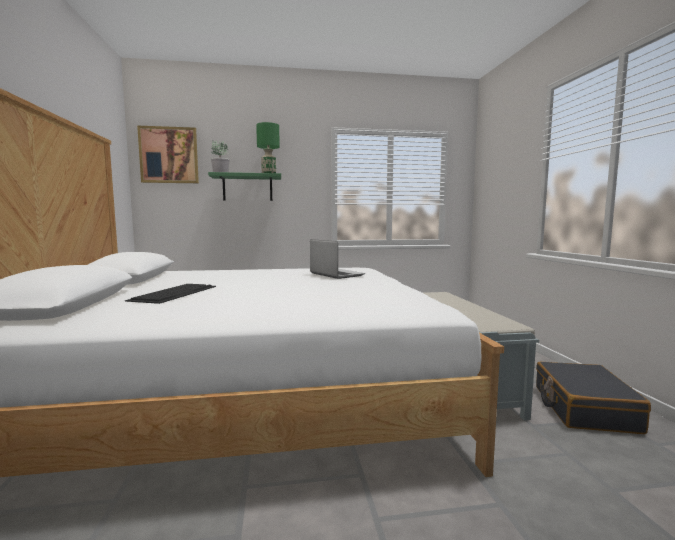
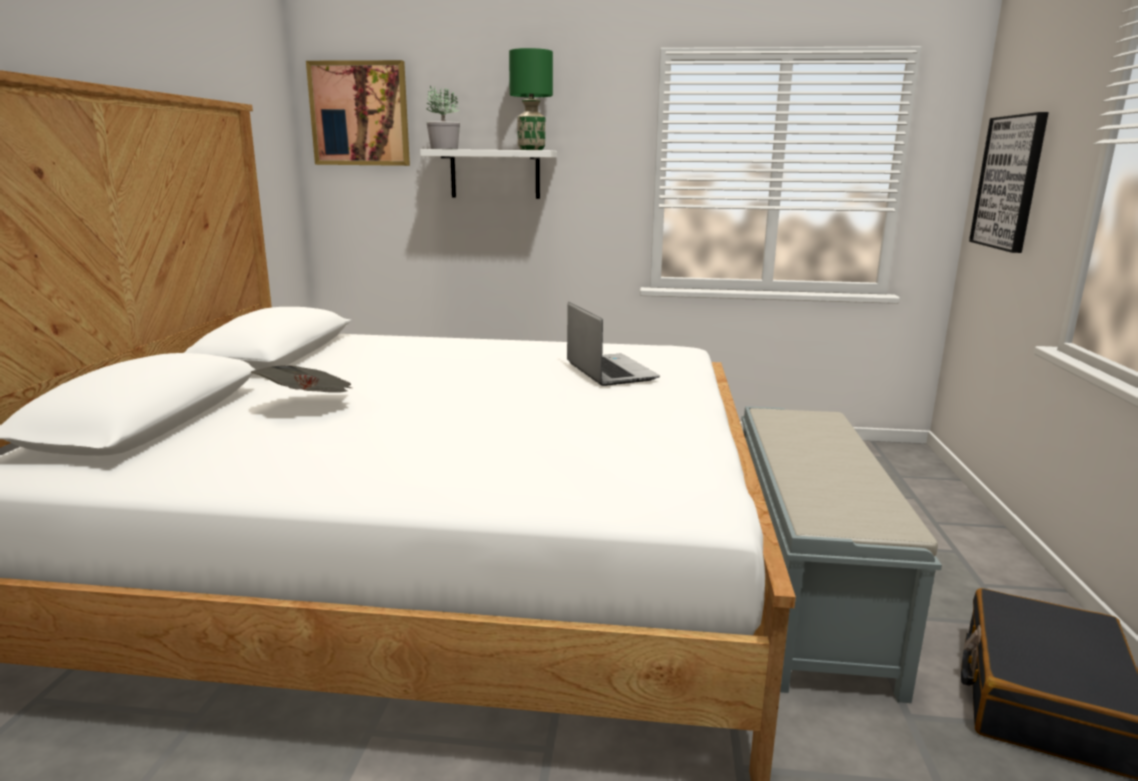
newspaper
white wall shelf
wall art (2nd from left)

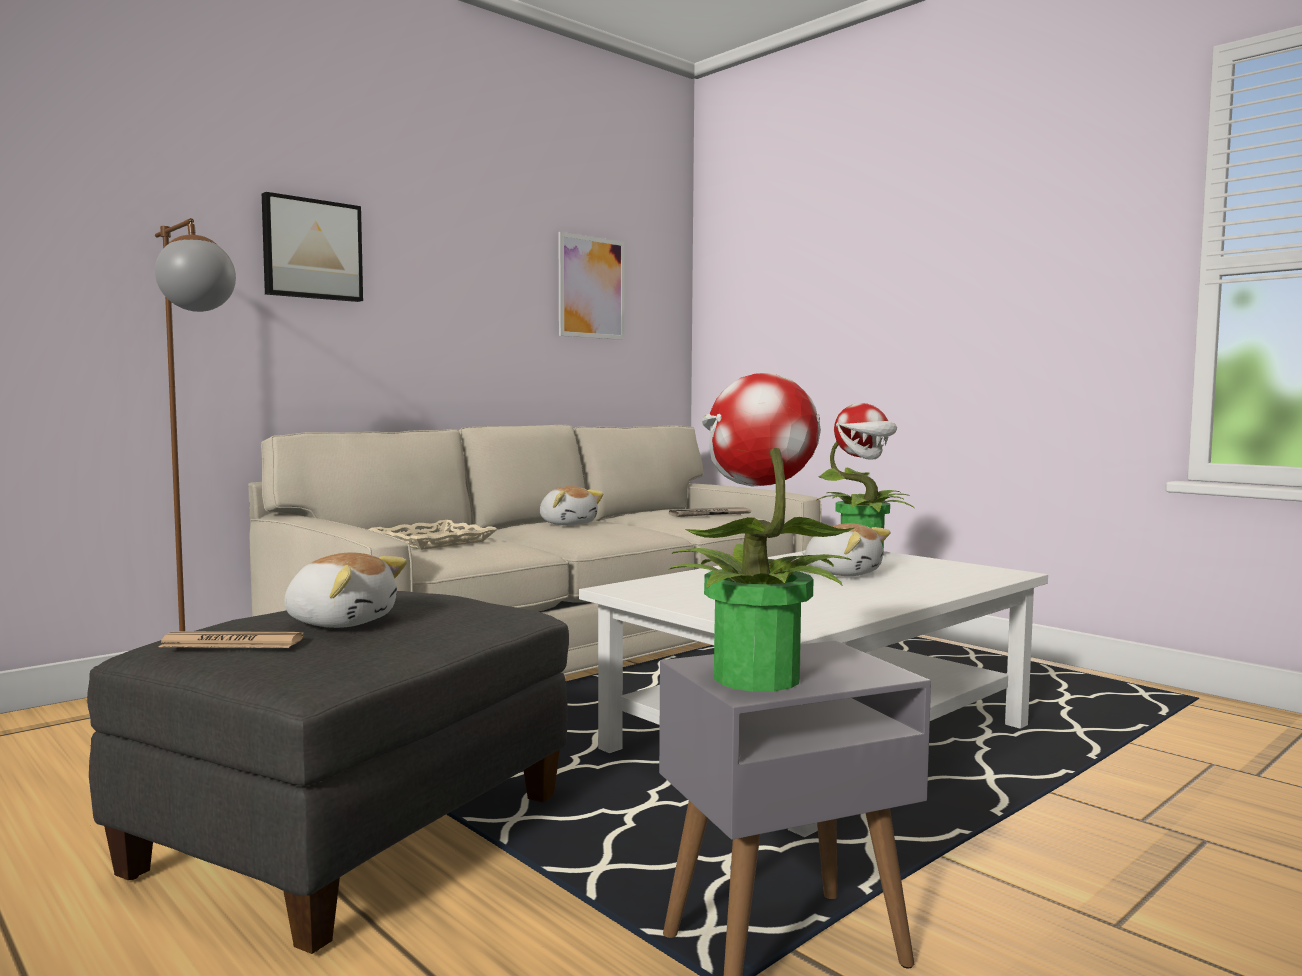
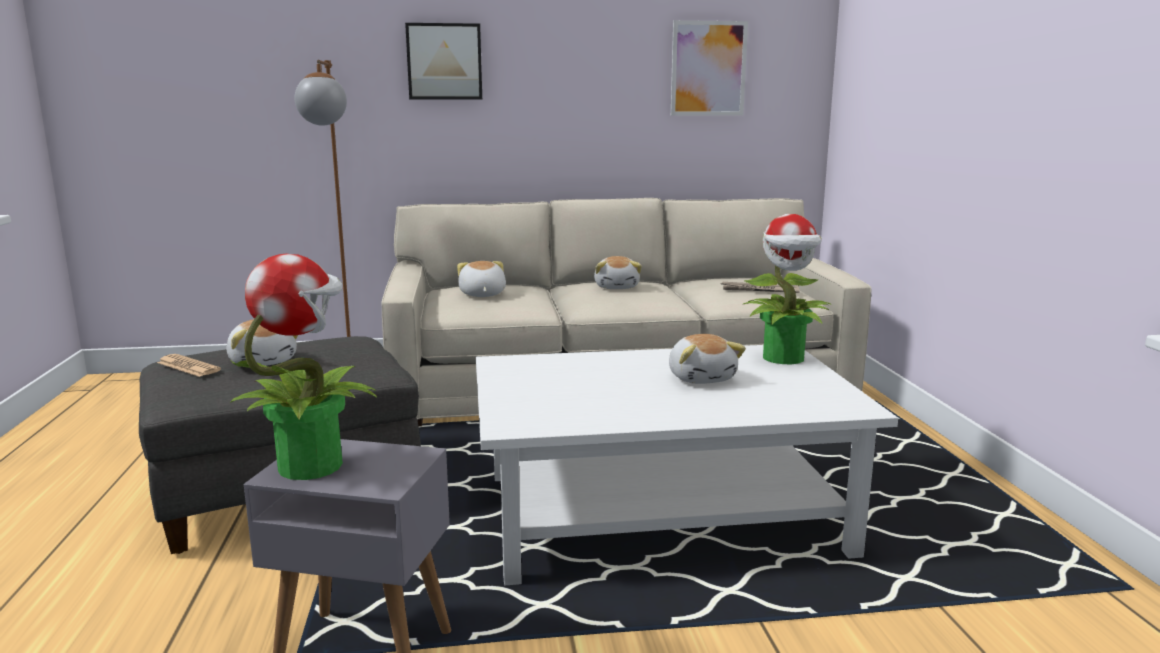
soft toy (2nd from left)

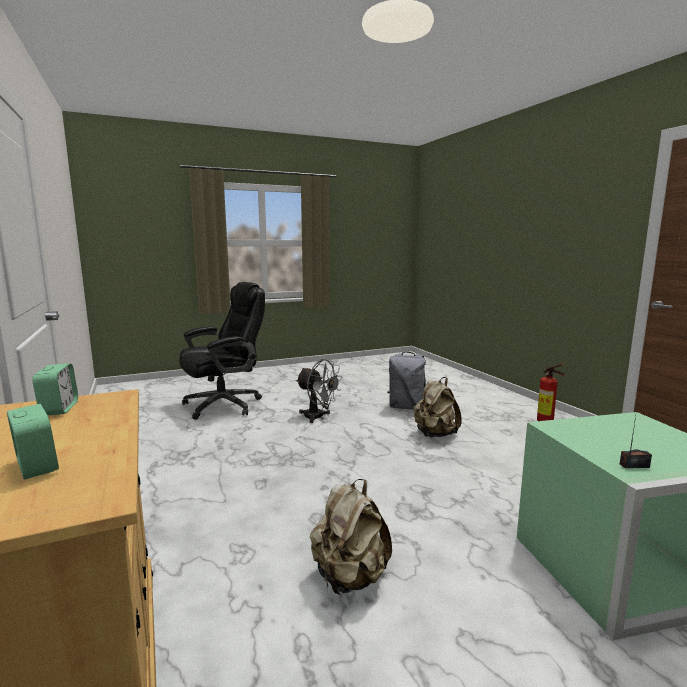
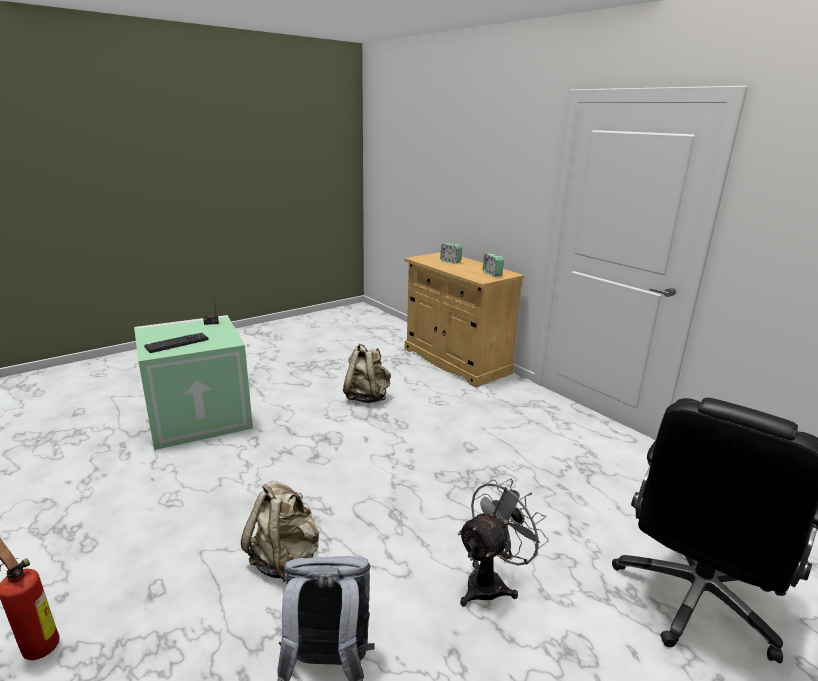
keyboard
gray electric fan

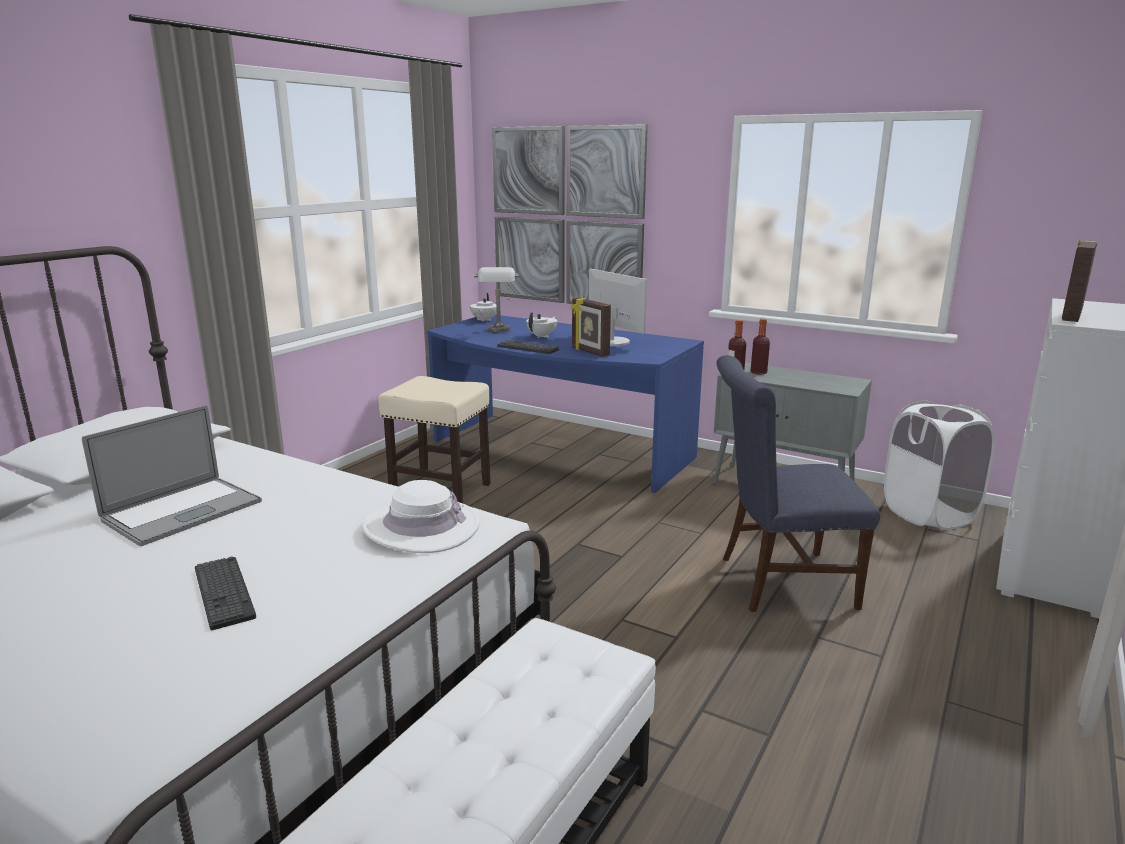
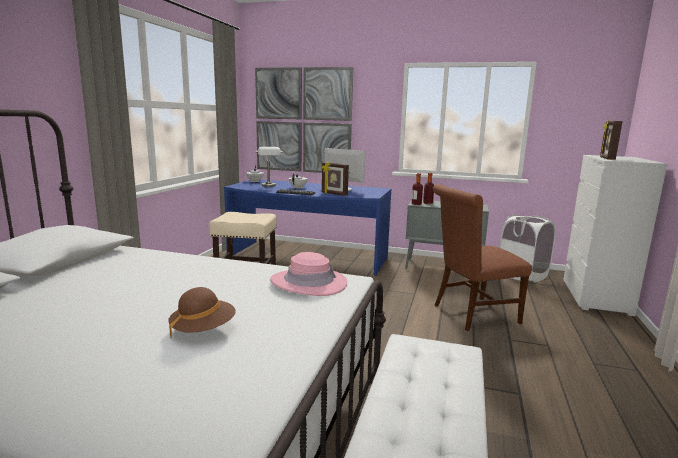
brownish clothing hat
pinkish clothing hat
brownish upright chair
laptop

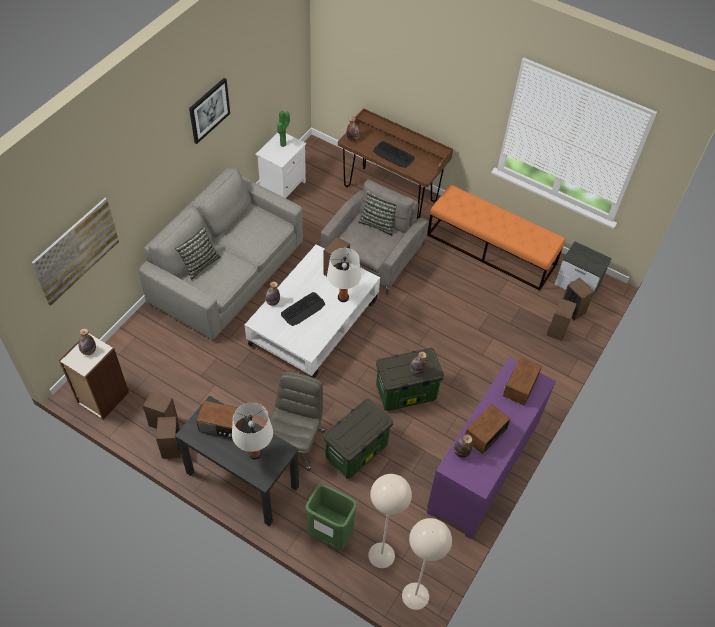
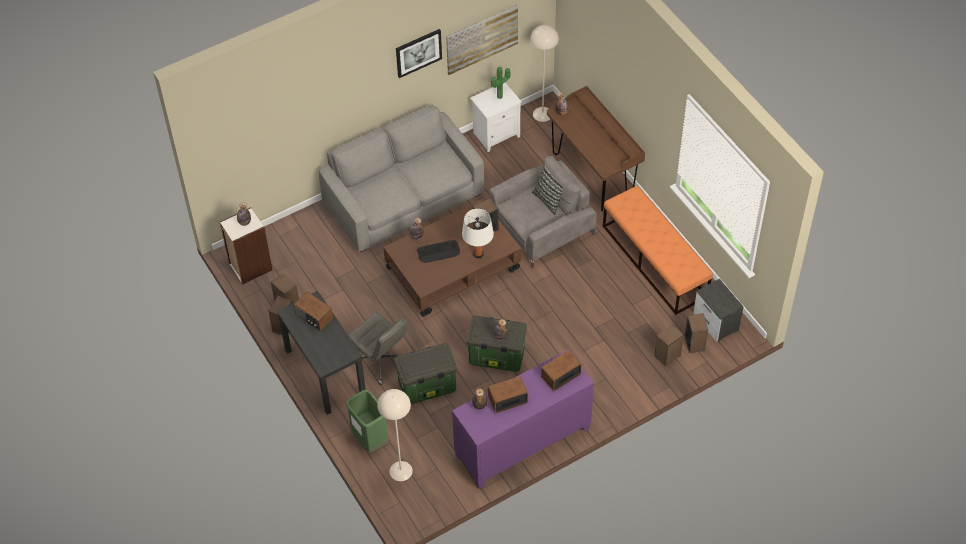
gray computer chair
brownish low table
wall art (2nd from left)
beige standing lamp (2nd from left)
cushion (1st from left in the first image)
white tabletop lamp (1st from left in the first image)
keyboard (2nd from left in the first image)

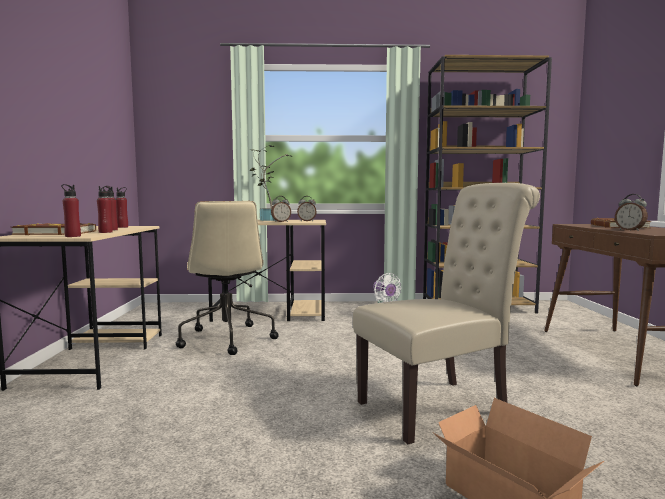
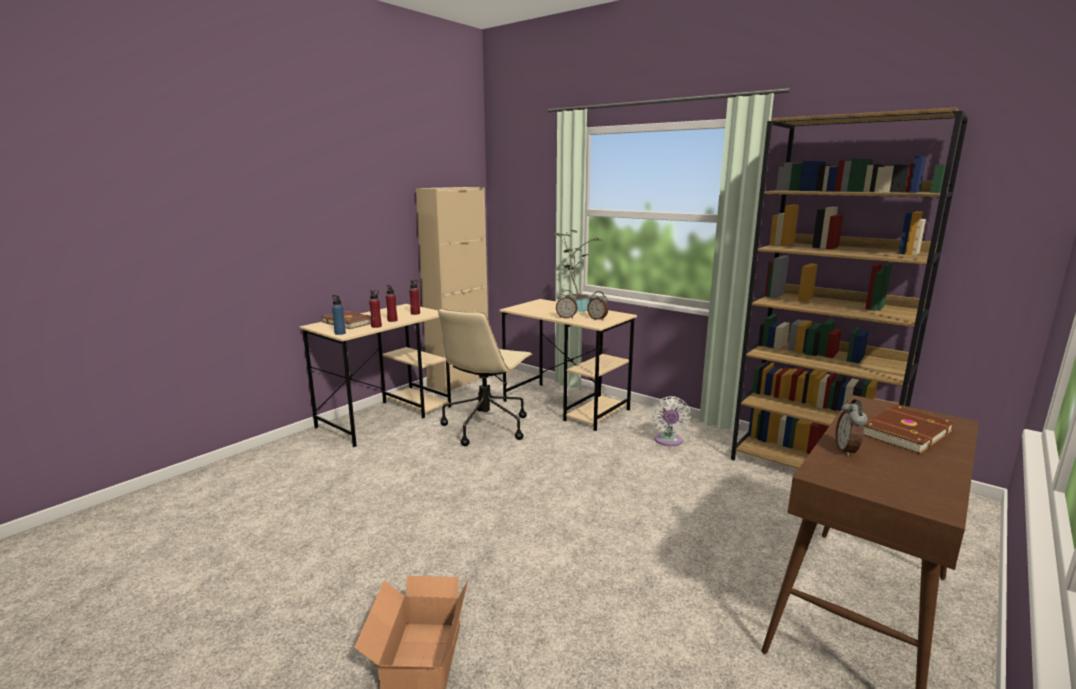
blue-coloured bottle
beige cupboard
beige upright chair

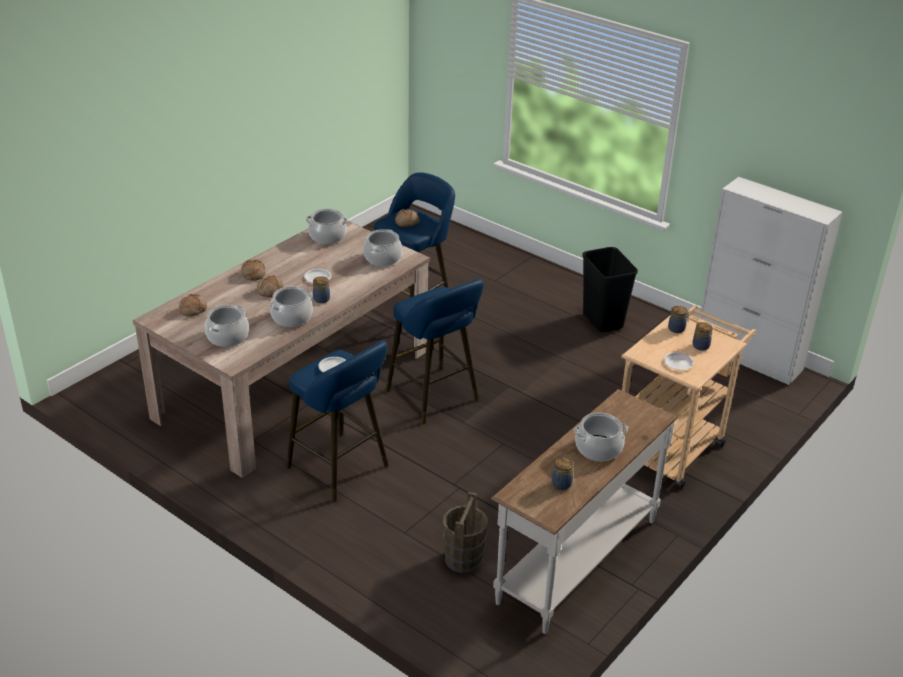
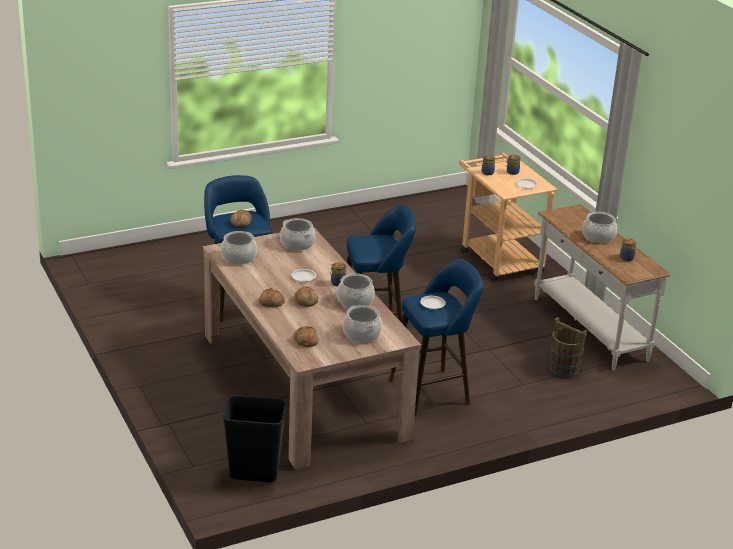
blackish trash can
white cupboard

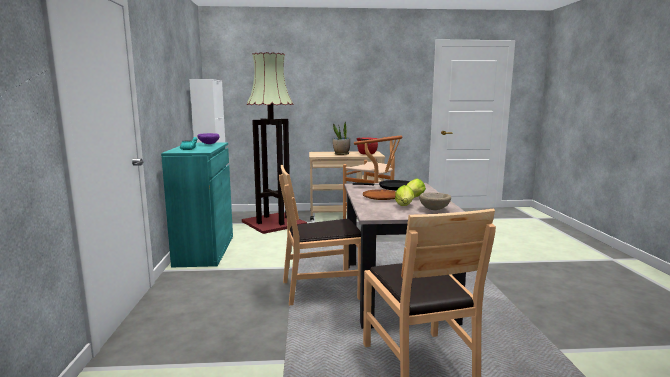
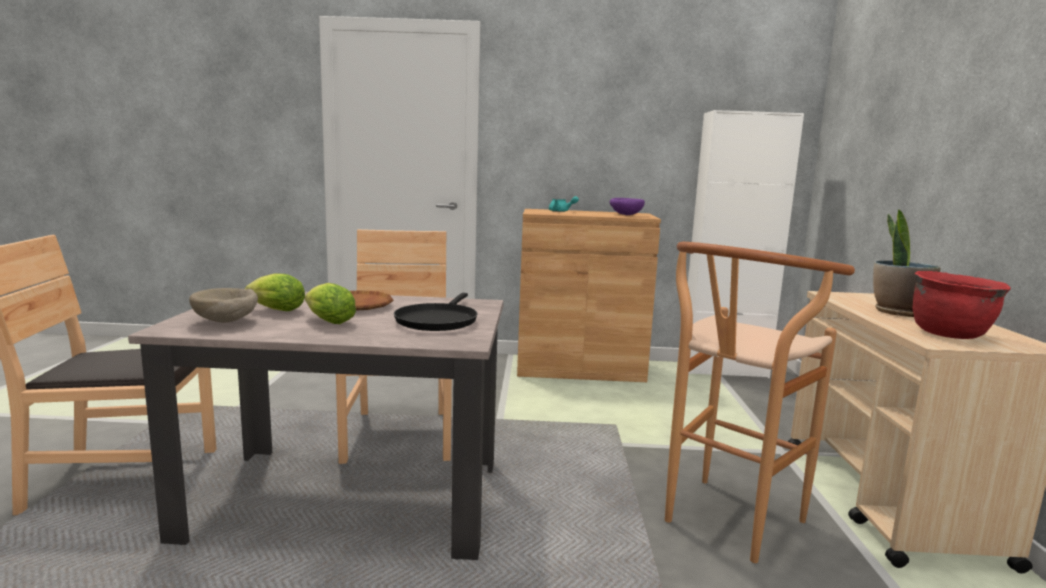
brownish cupboard
standing lamp

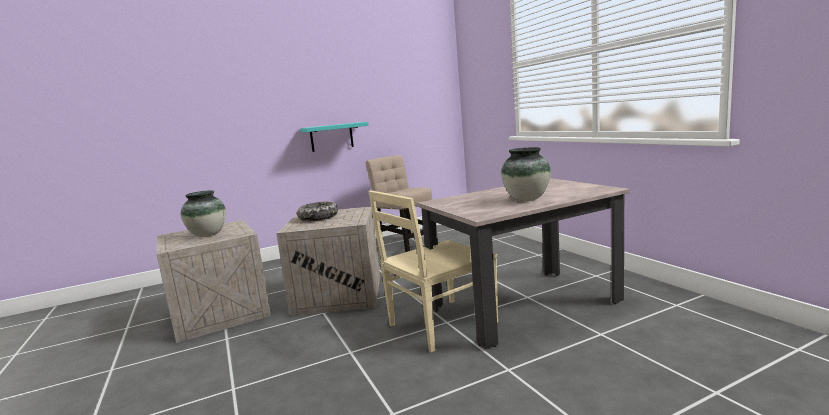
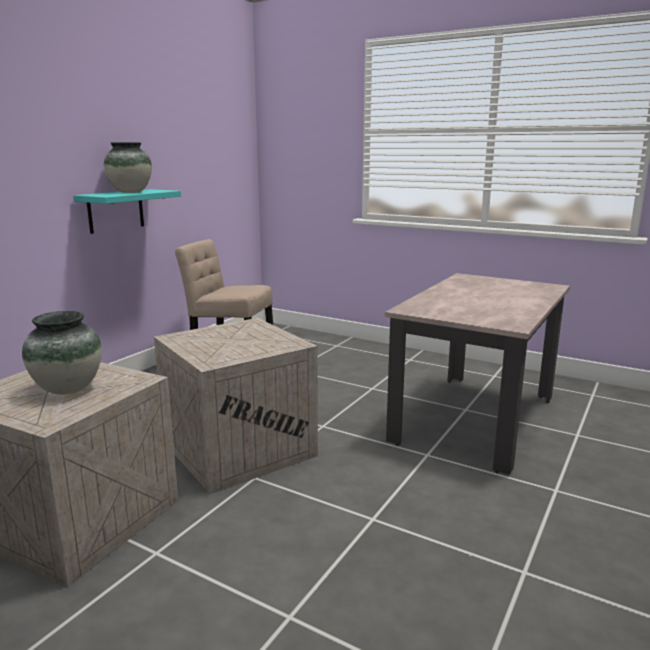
decorative vase (2nd from left)
serving bowl
beige upright chair (2nd from left in the first image)

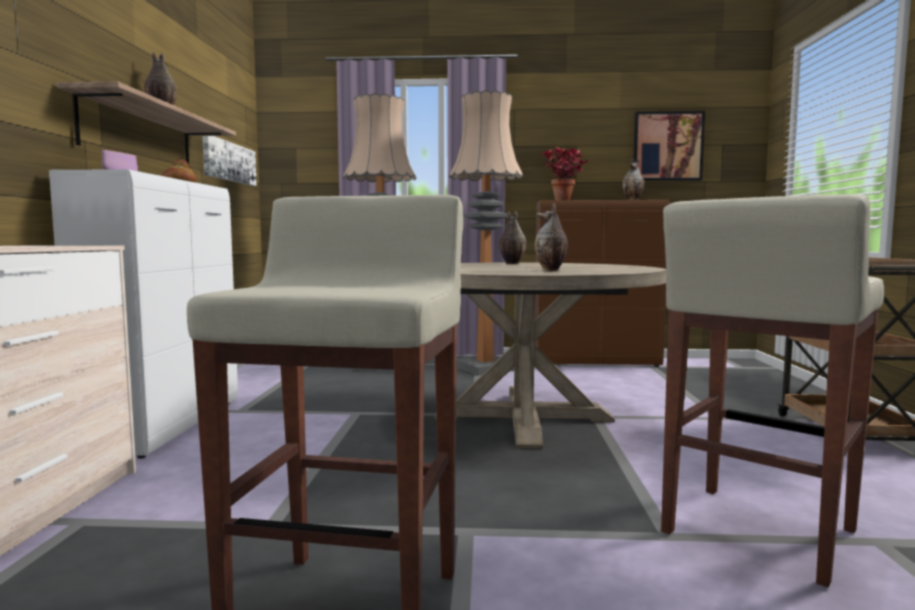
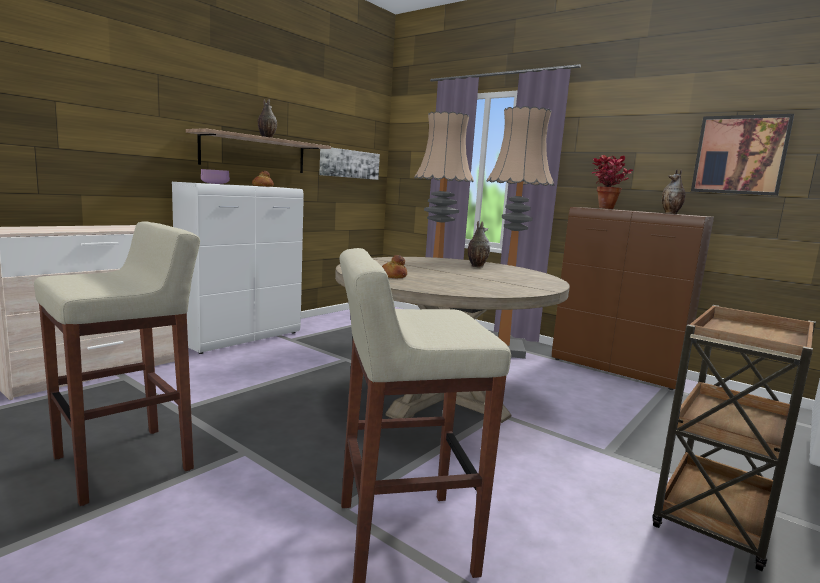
bread (2nd from left)
decorative vase (3rd from left in the first image)

